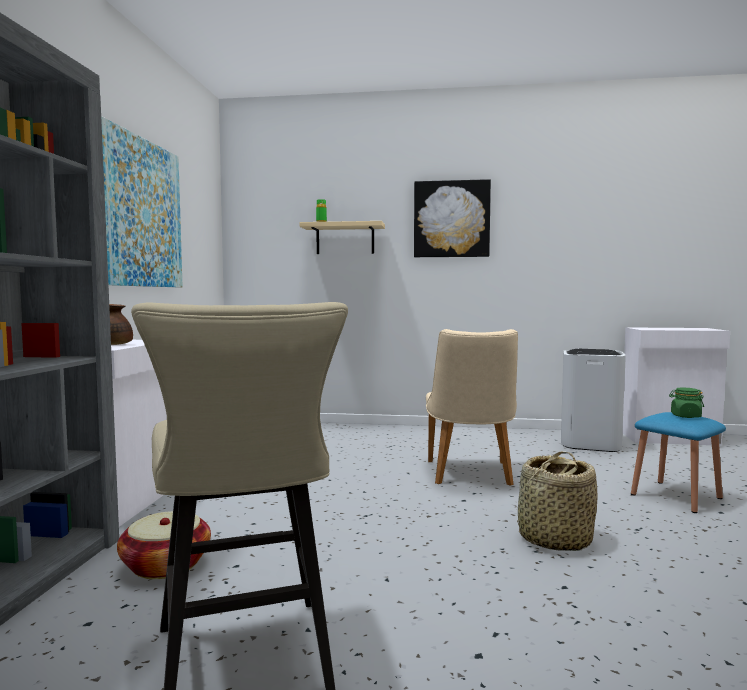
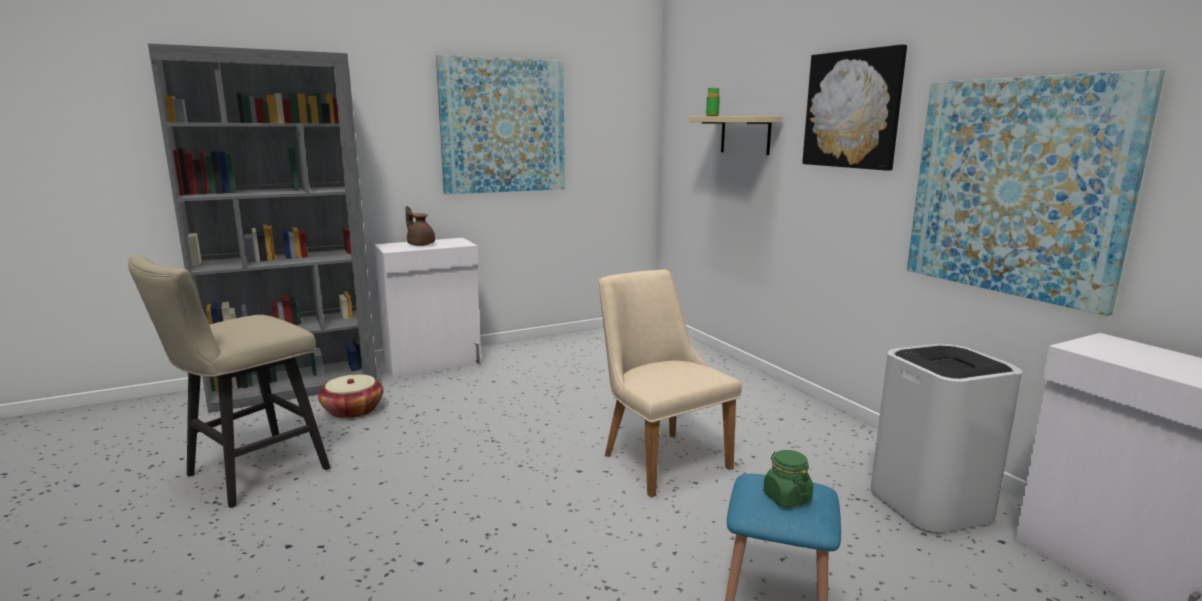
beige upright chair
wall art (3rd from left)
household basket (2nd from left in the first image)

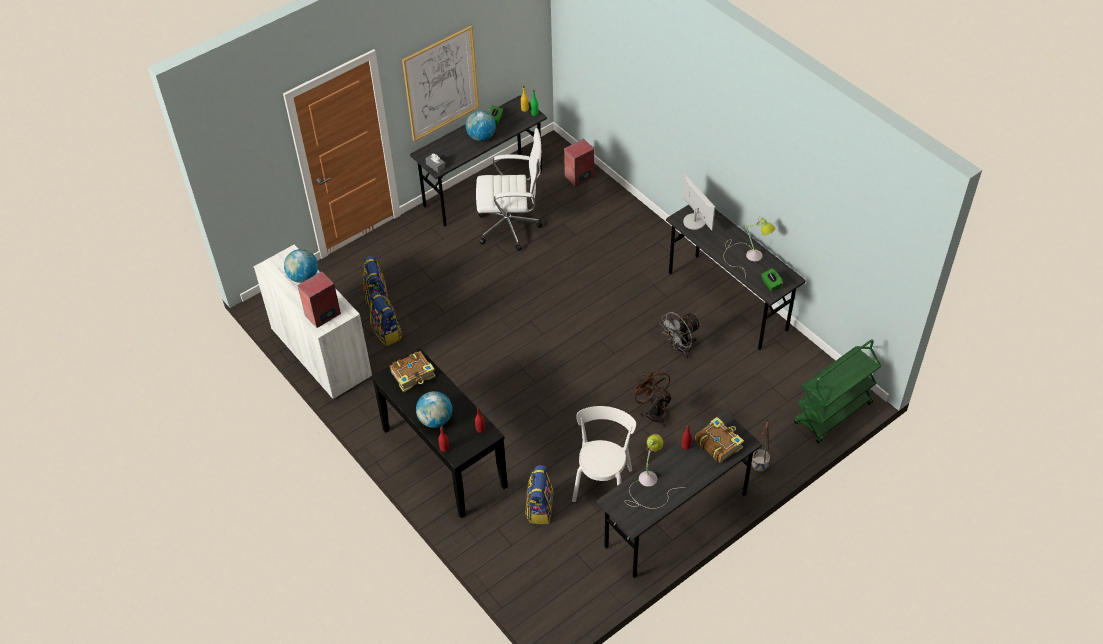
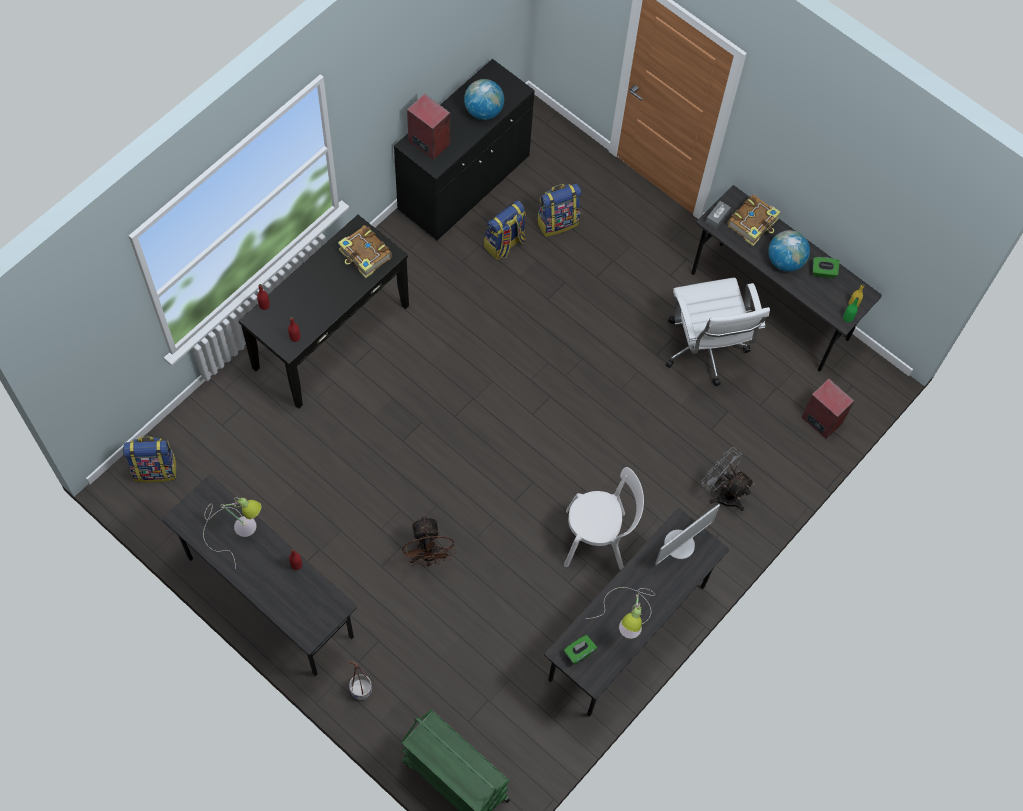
knapsack (1st from left)
blackish cupboard
brownish electric fan
white upright chair
gray electric fan
volume (2nd from left)
wall art
world globe (2nd from left in the first image)

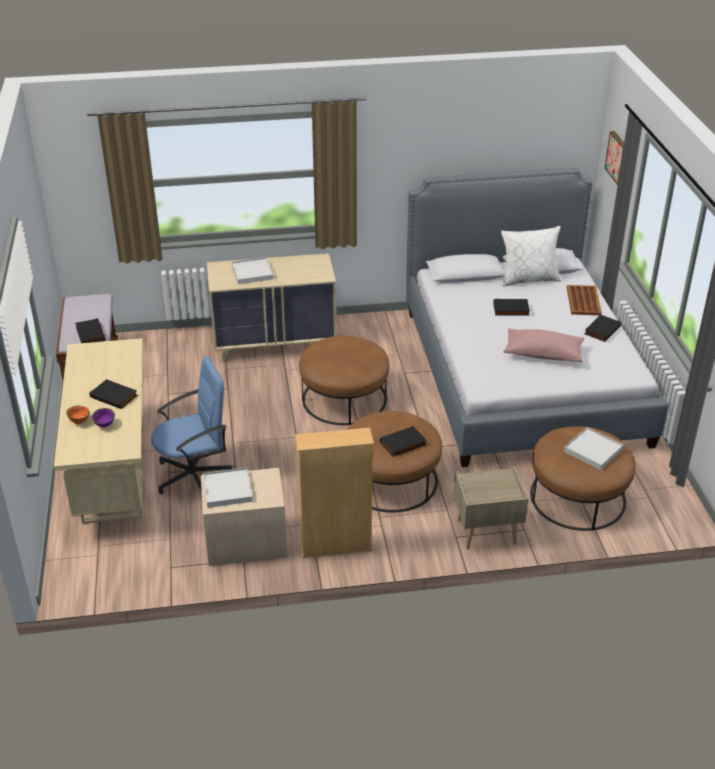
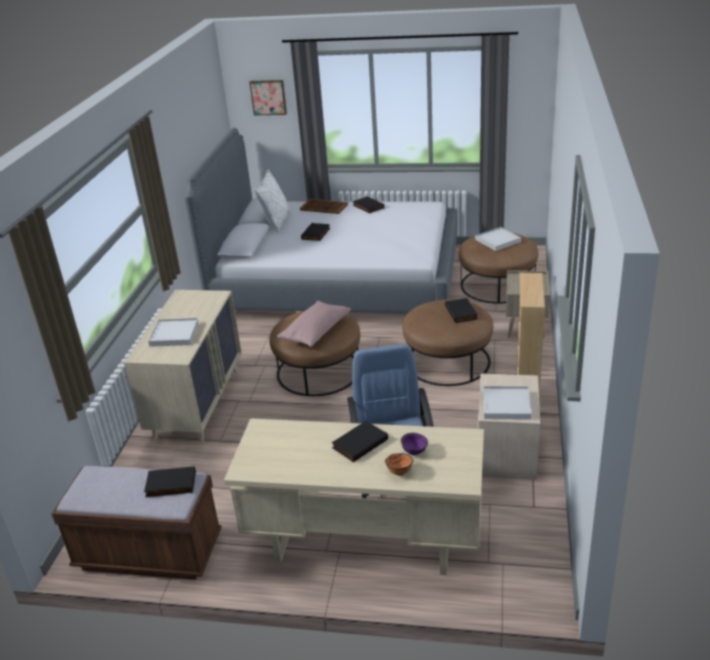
pinkish cushion

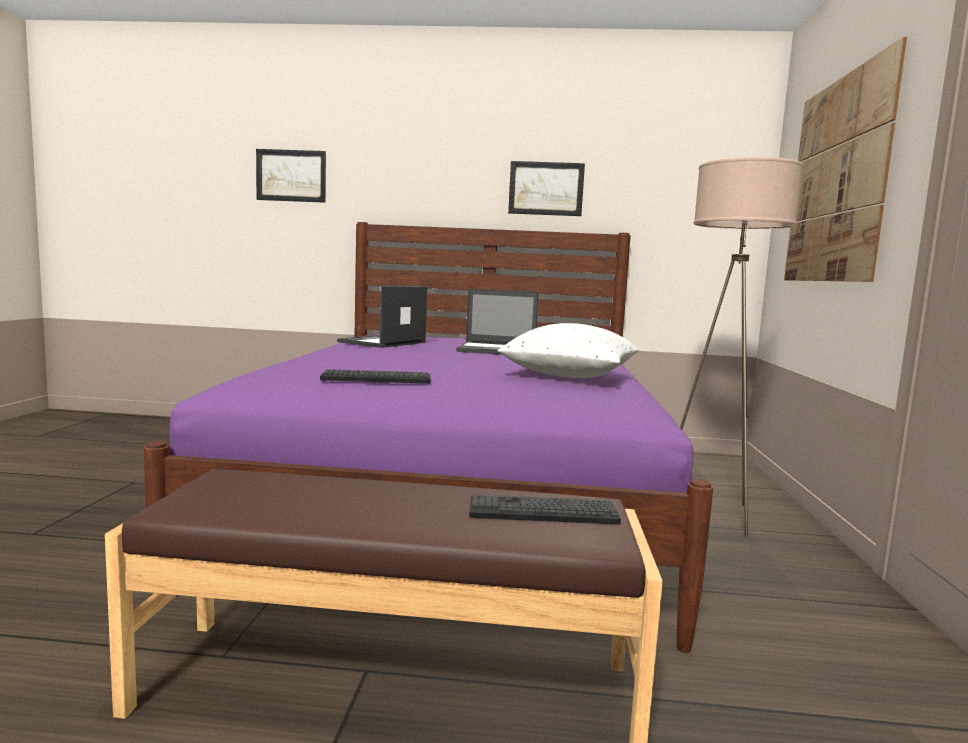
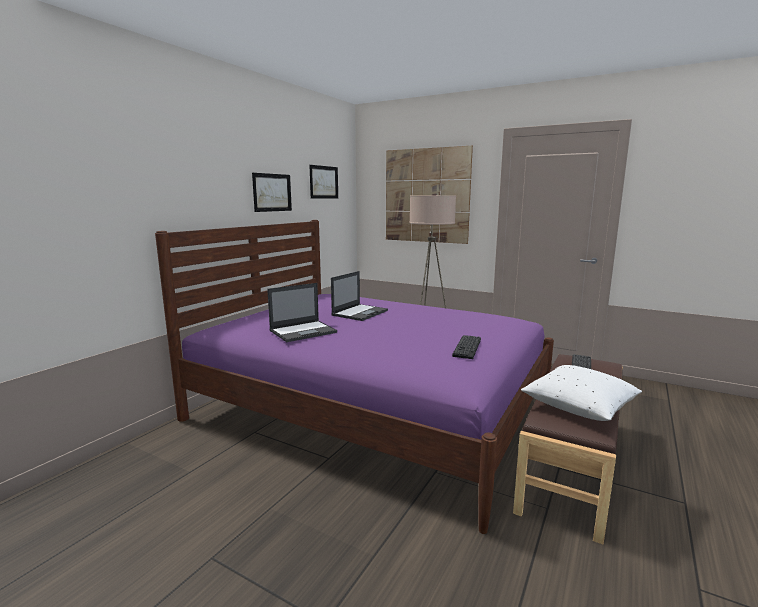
laptop (1st from left)
wall art (2nd from left)
white cushion

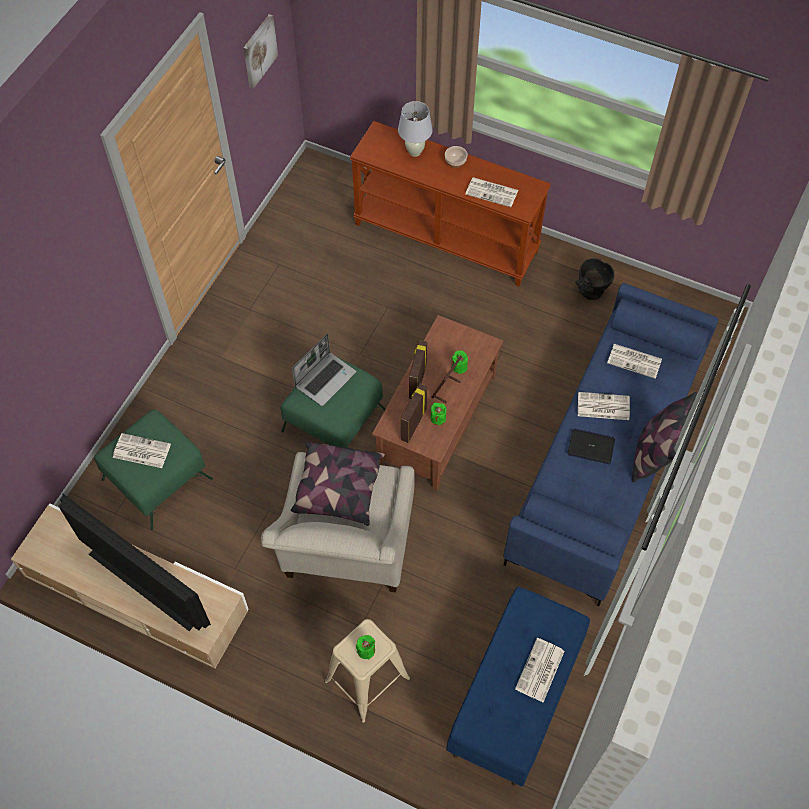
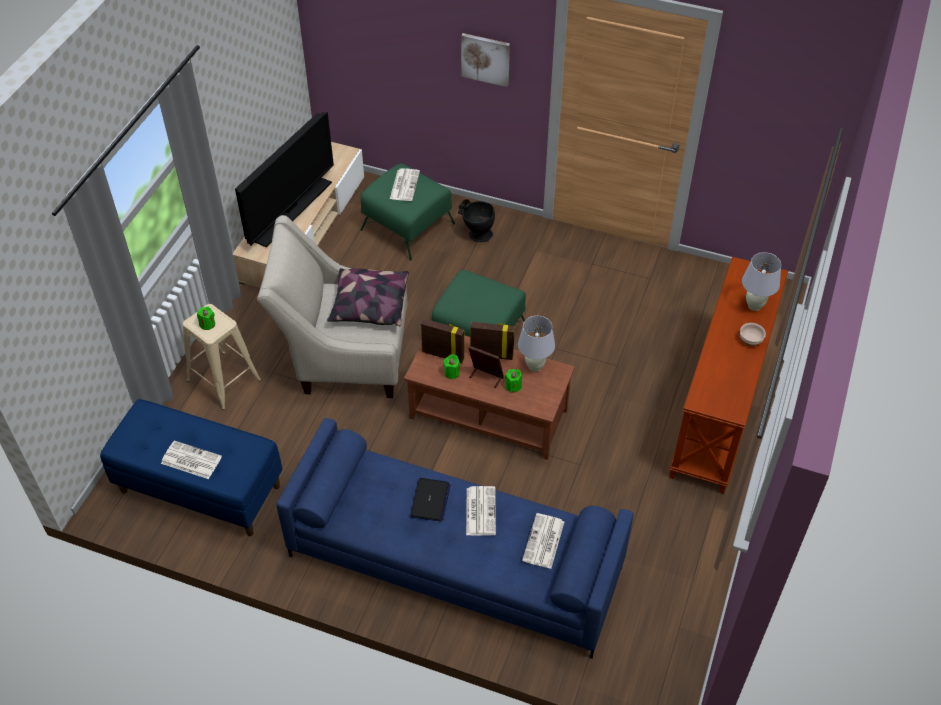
blackish decorative vase
wall art
white tabletop lamp (1st from left)
laptop (1st from left in the first image)
newspaper (2nd from left in the first image)
cushion (2nd from left in the first image)

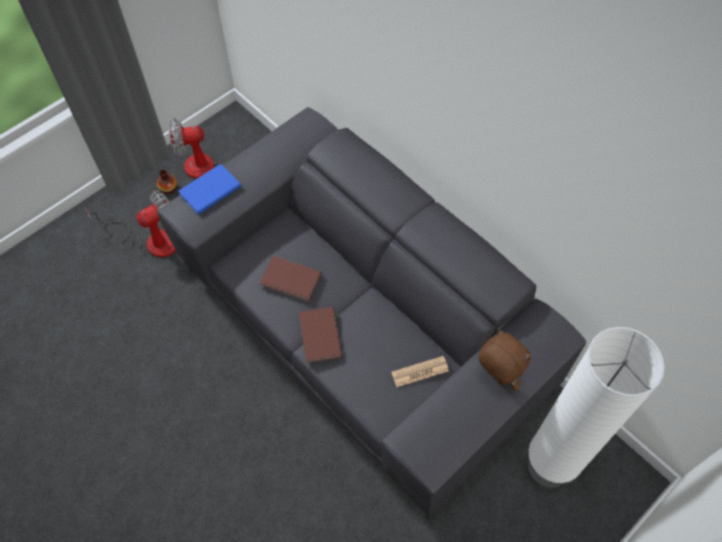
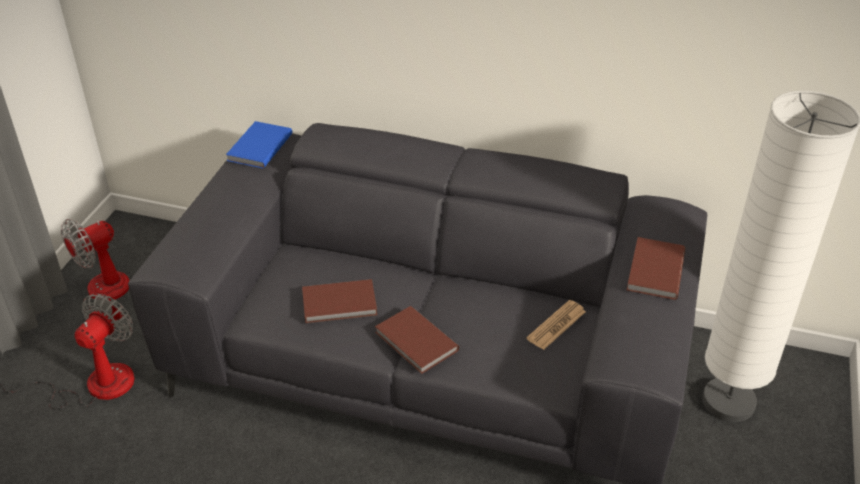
blue-coloured volume
brownish volume (3rd from left)
decorative vase

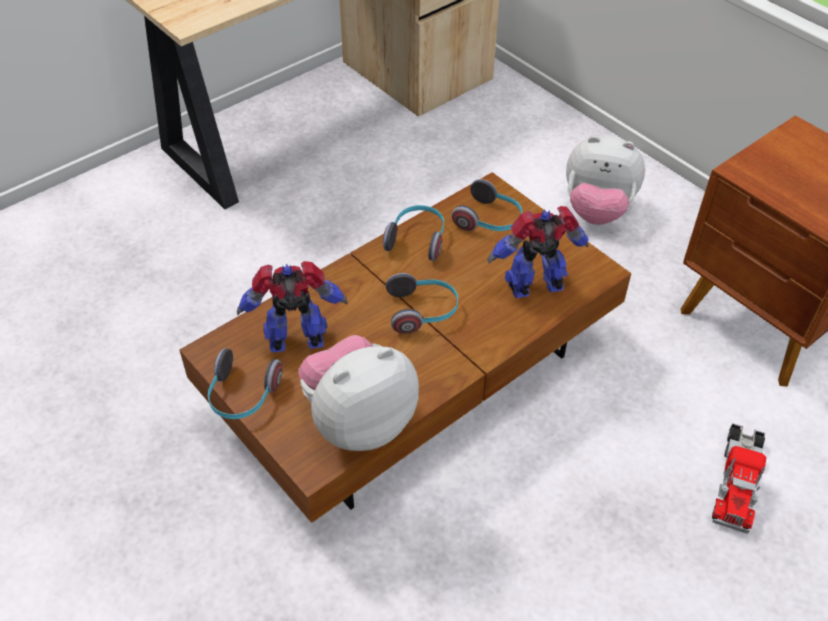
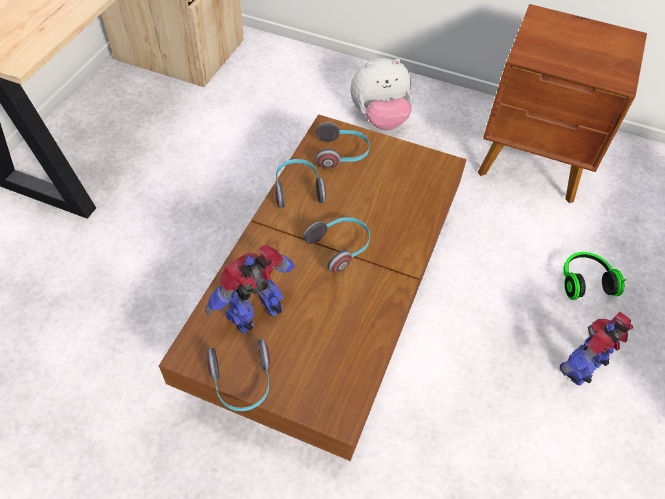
robot figure (2nd from left)
pair of headphones (5th from left)
soft toy (1st from left in the first image)

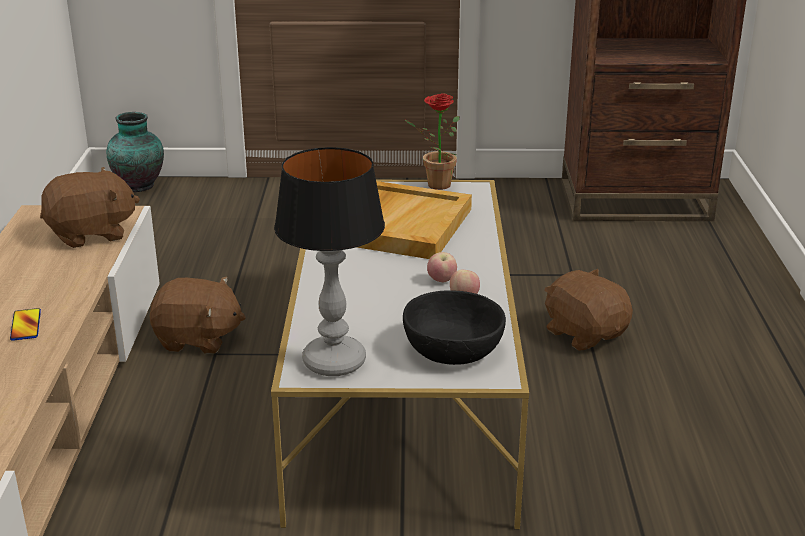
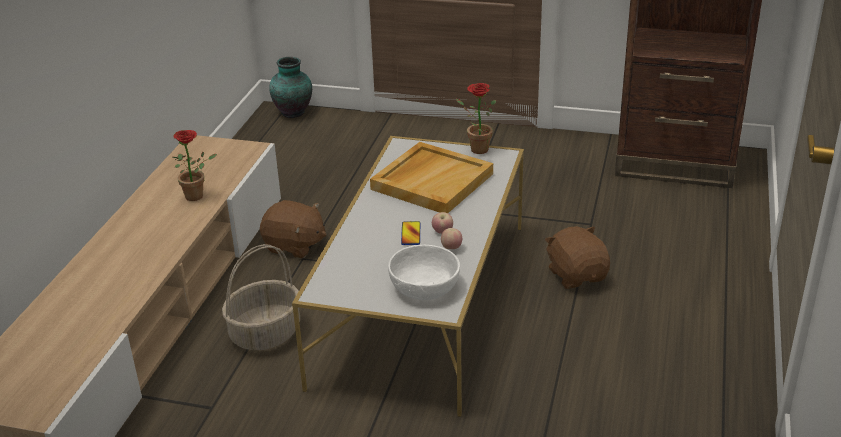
potted plant (1st from left)
household basket
white serving bowl
handset
brownish soft toy (1st from left in the first image)
tabletop lamp

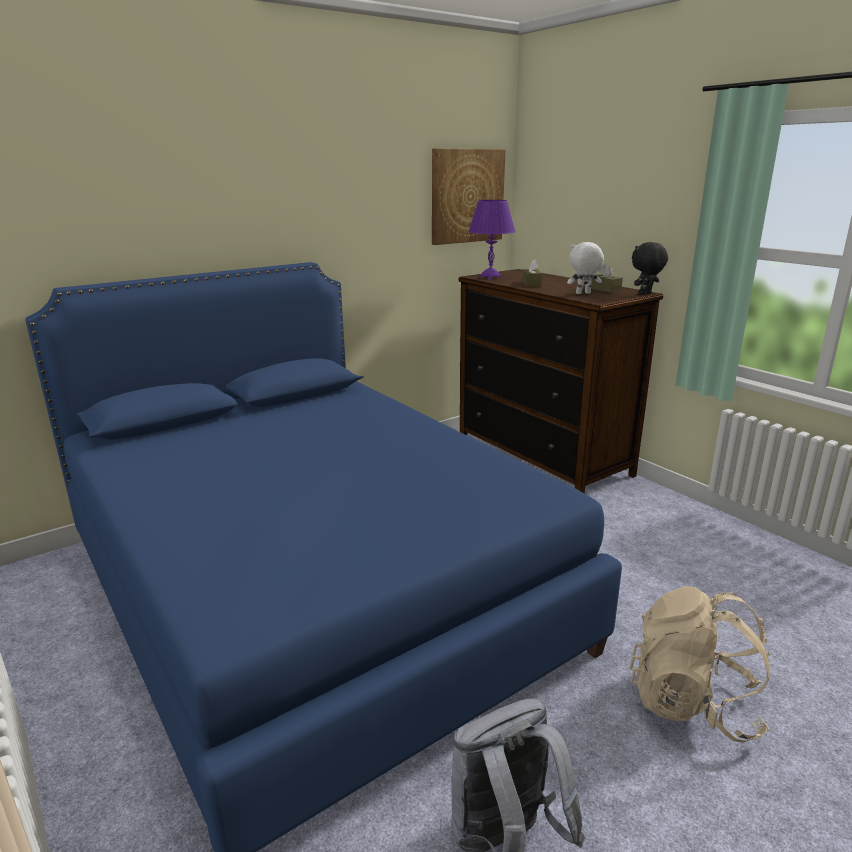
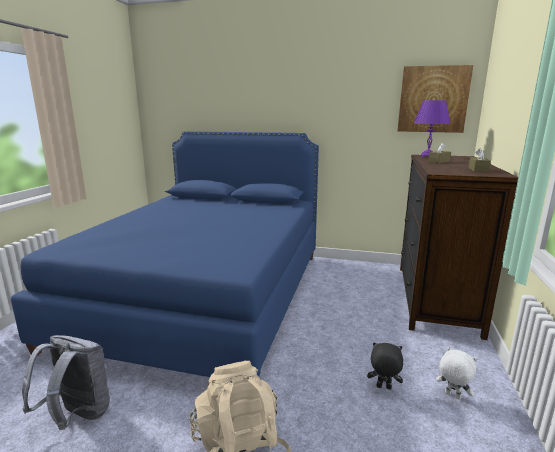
blackish soft toy
white soft toy

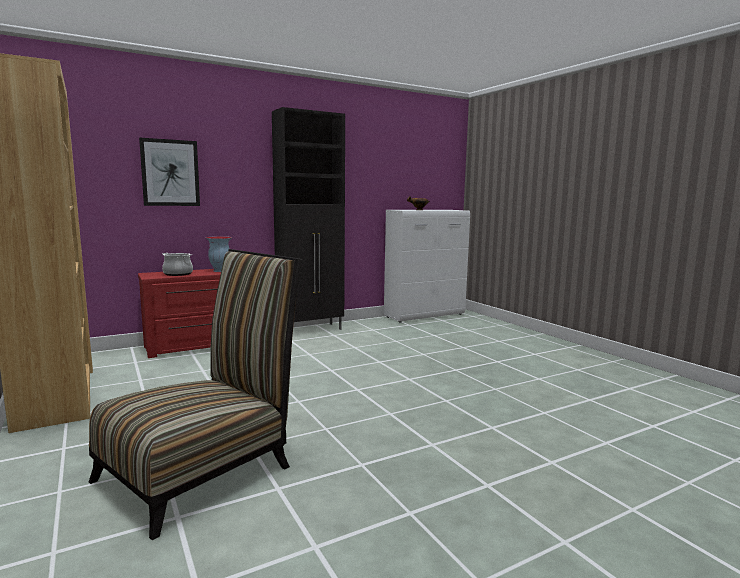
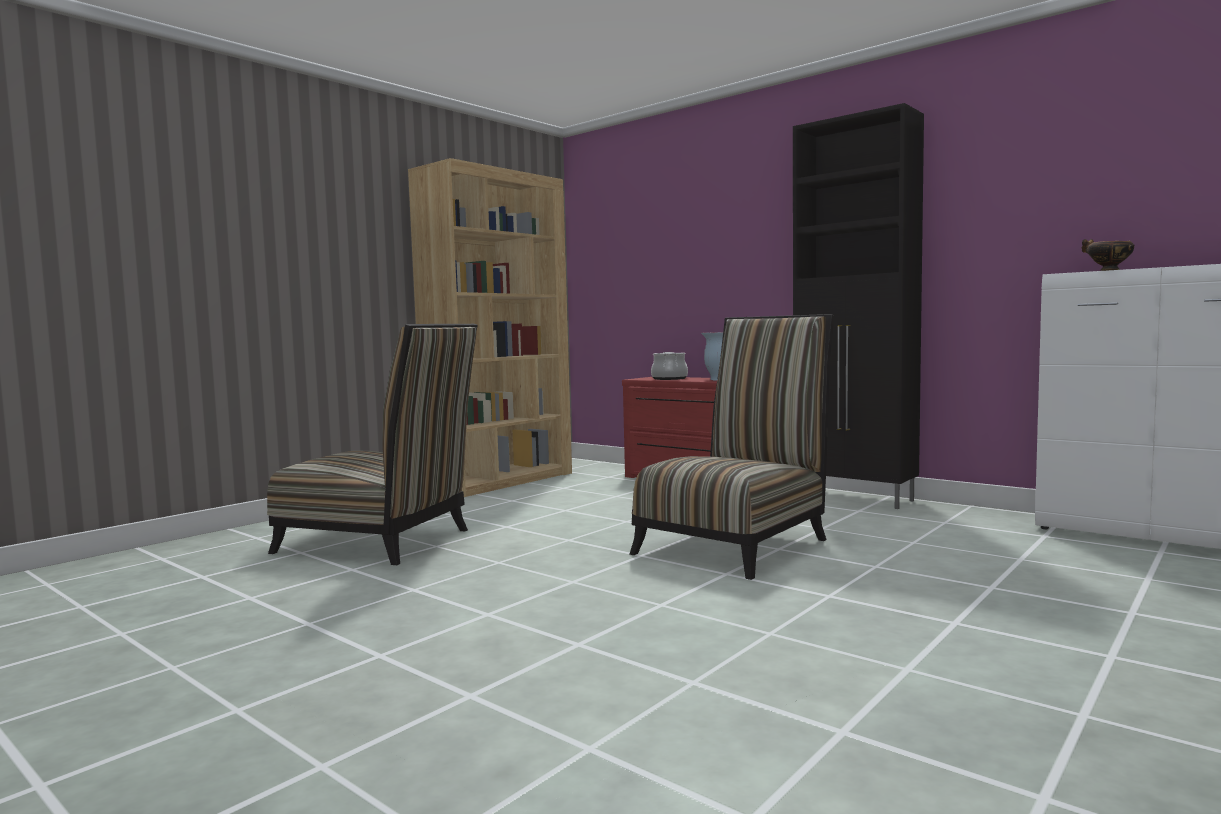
upright chair (2nd from left)
wall art

